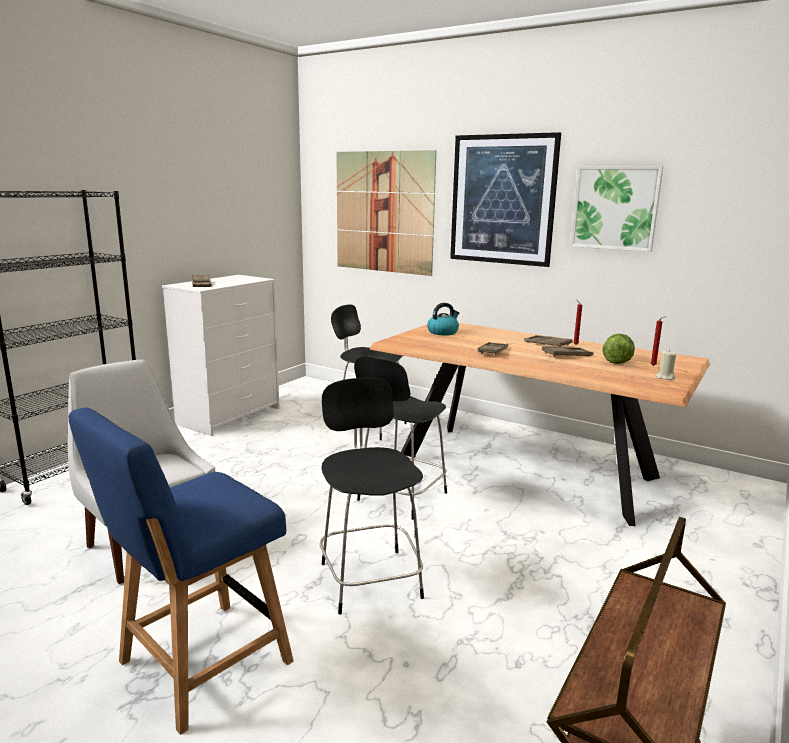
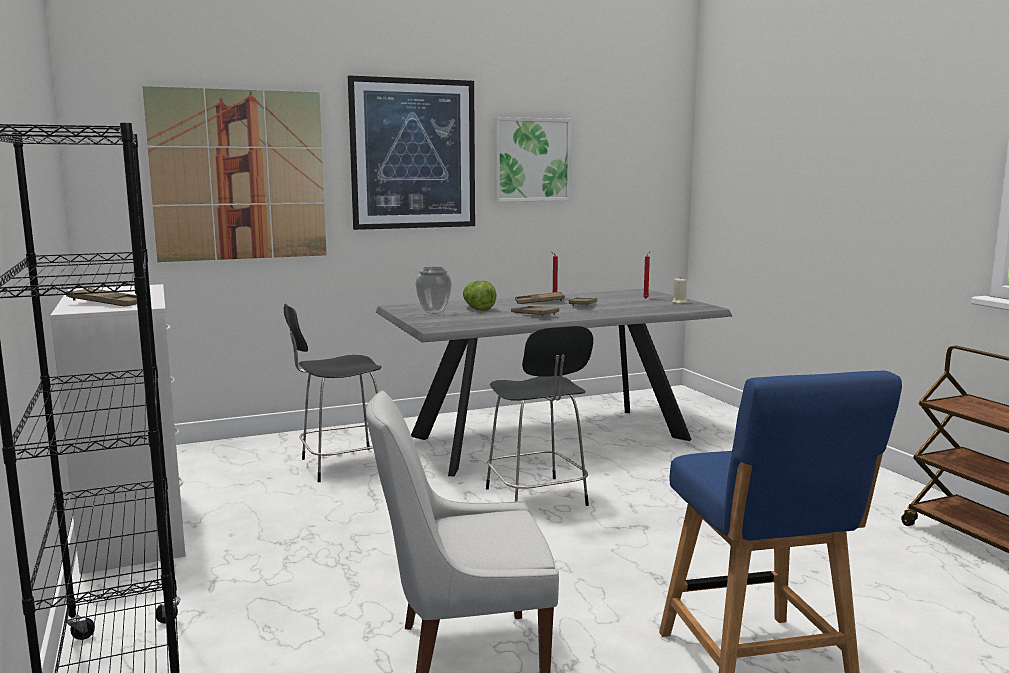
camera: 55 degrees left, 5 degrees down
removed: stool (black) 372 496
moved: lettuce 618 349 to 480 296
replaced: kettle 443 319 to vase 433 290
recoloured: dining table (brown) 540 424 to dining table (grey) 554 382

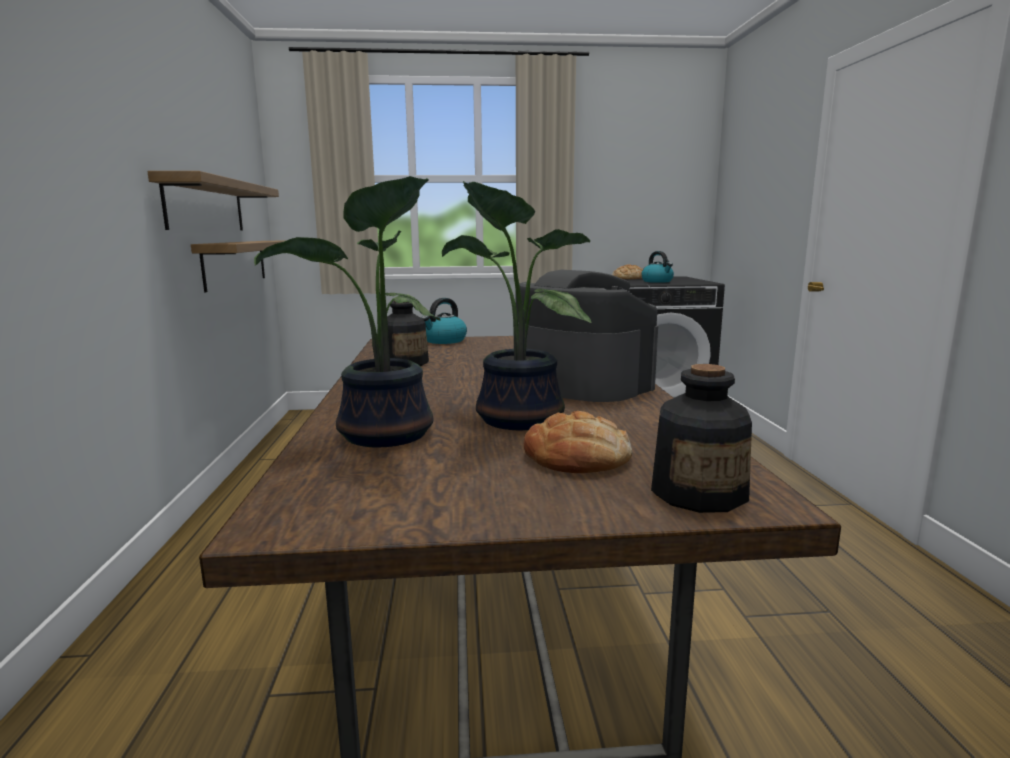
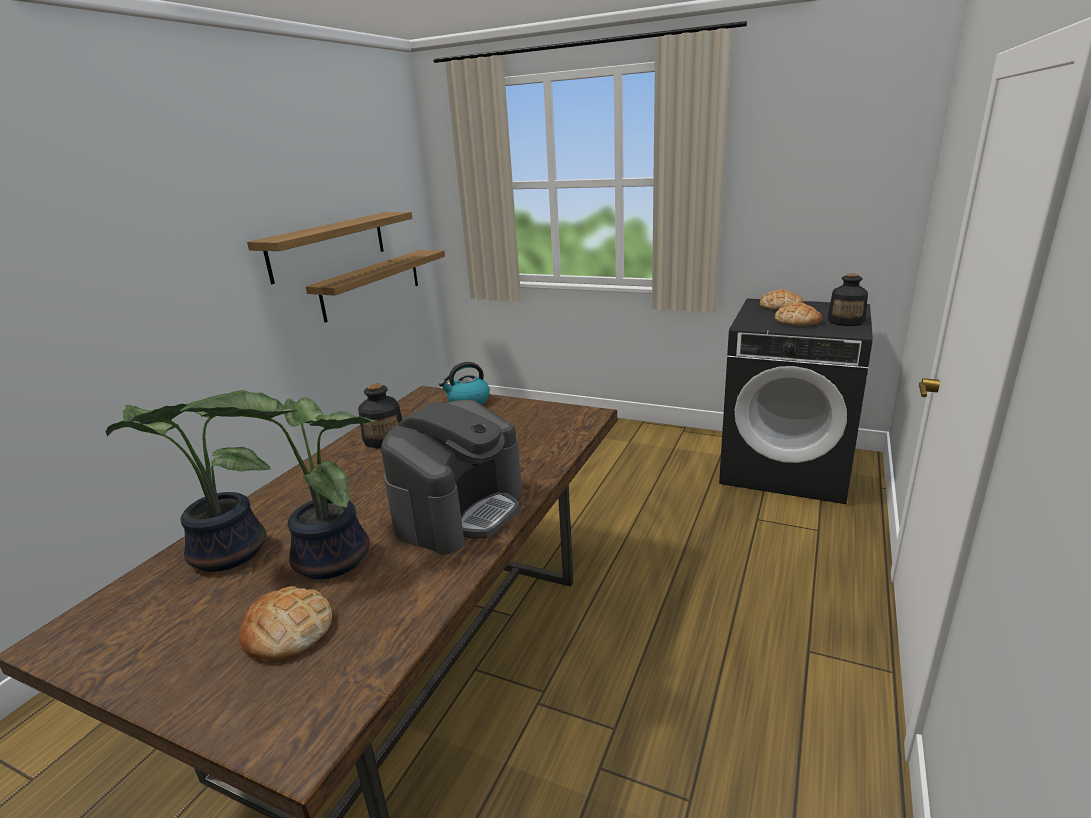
camera: 30 degrees right, 10 degrees up
moved: bottle 701 438 to 847 300
replaced: kettle 657 267 to bread 798 314
turned: coffee machine 586 336 = 451 477 45 degrees clockwise

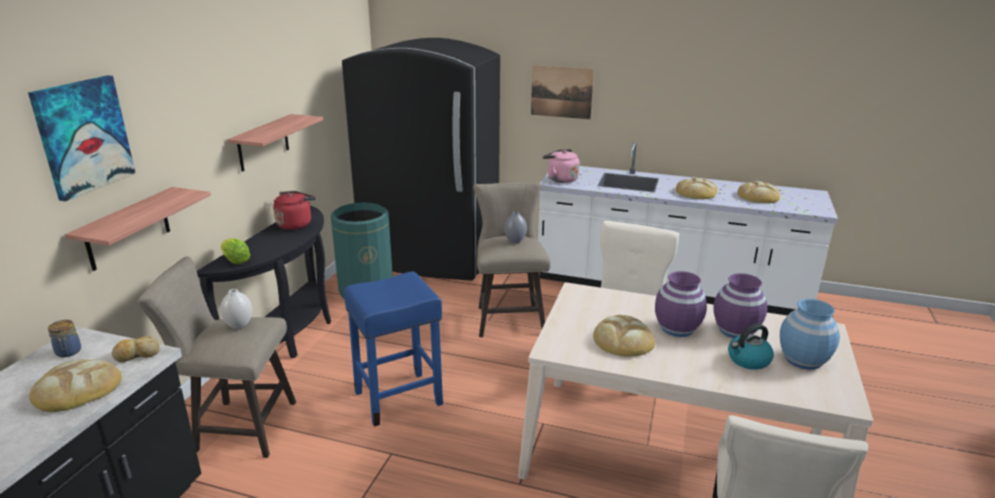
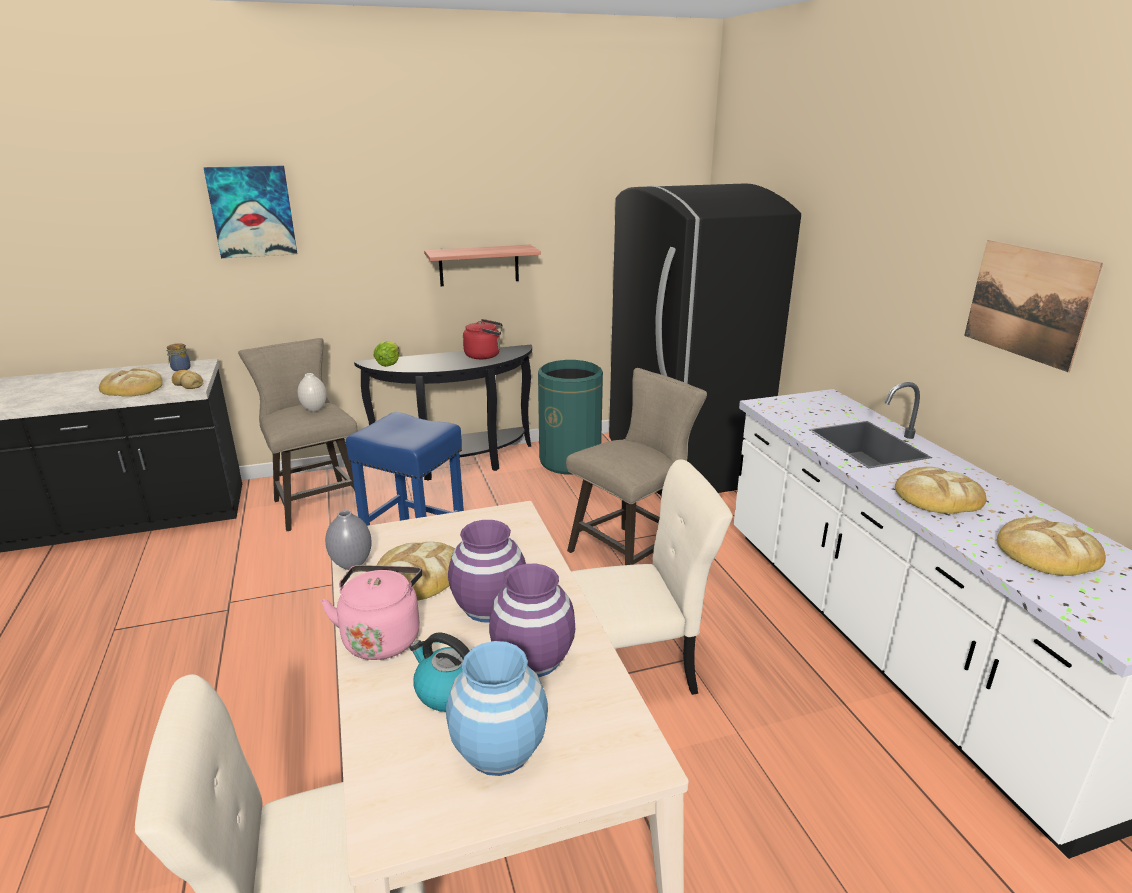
camera: 55 degrees right, 0 degrees up
removed: shelf 138 229
moved: vase (grey) 515 227 to 348 540; picture 562 92 to 1033 306; kettle (pink) 561 166 to 371 612

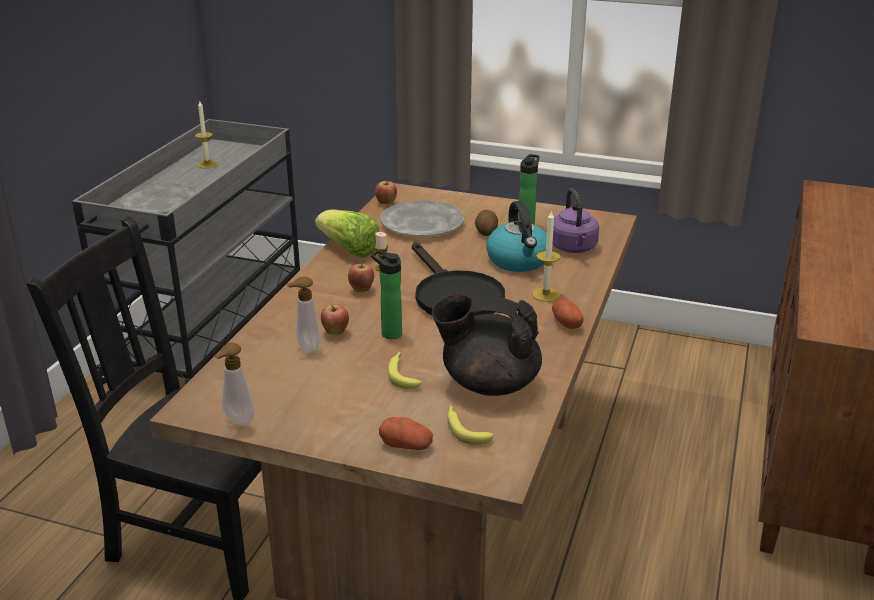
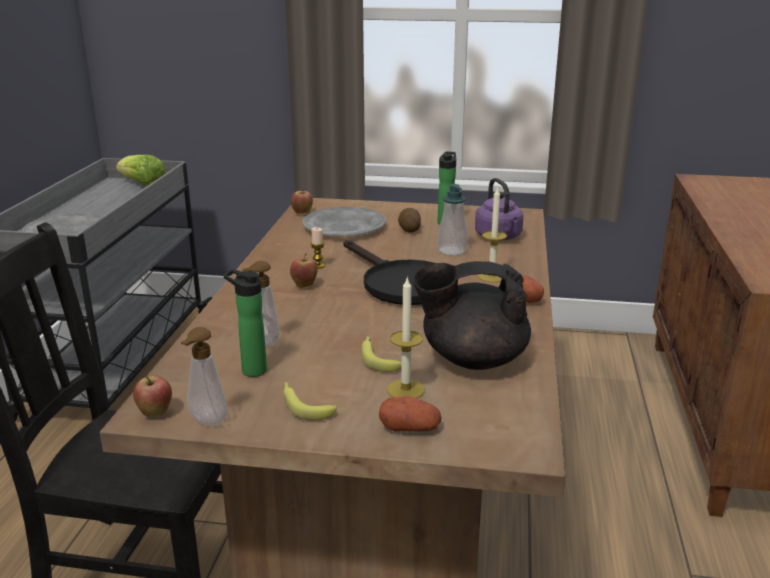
camera: 10 degrees left, 5 degrees down
moved: candle 206 135 to 406 337; lettuce 347 233 to 141 171; apple 335 320 to 152 396; bottle 386 294 to 245 323; banana 470 425 to 310 401
replaced: kettle 516 236 to soap dispenser 452 219

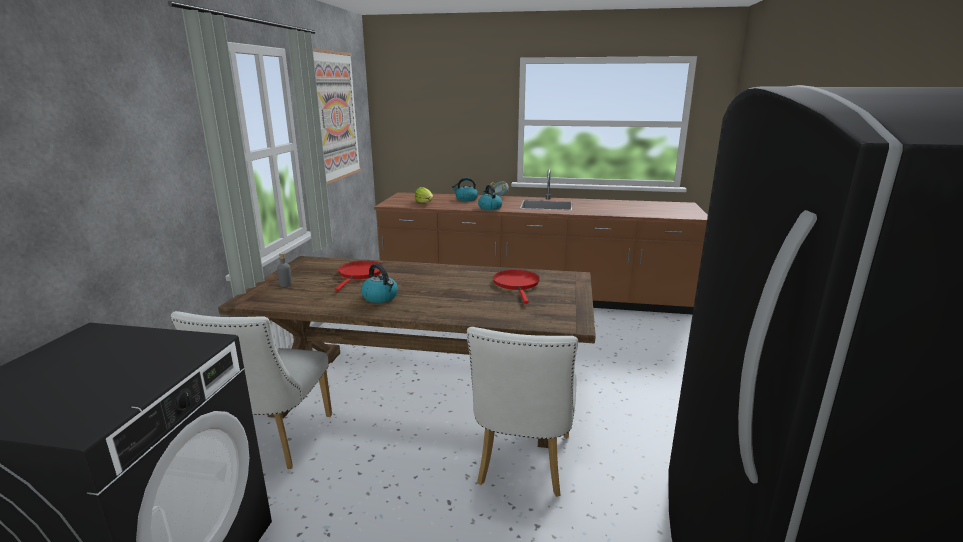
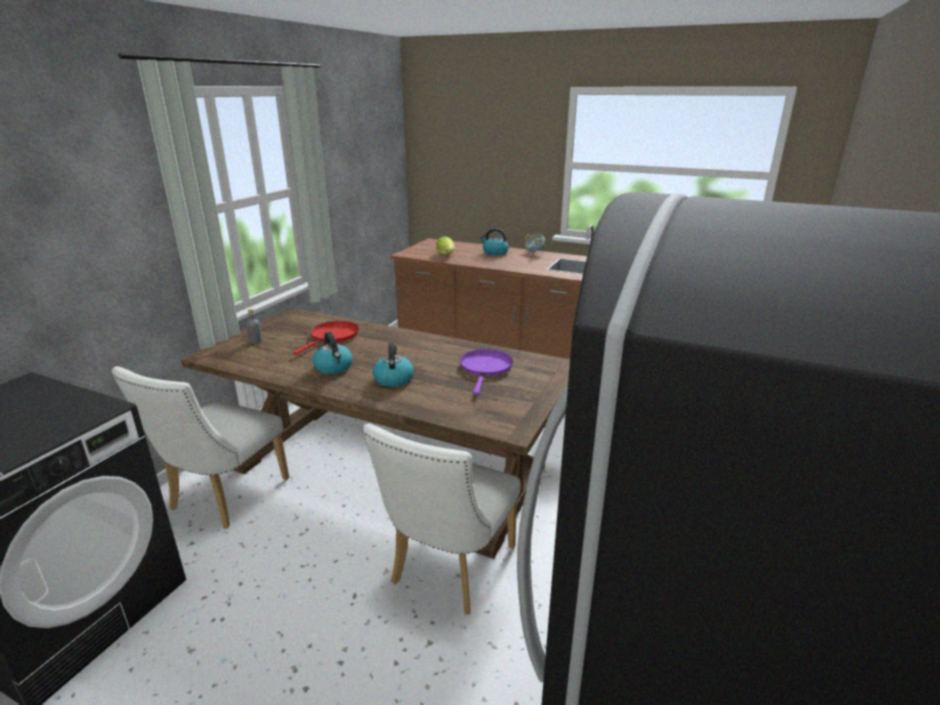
camera: 15 degrees right, 5 degrees up
removed: picture 337 116
moved: kettle 490 197 to 393 365
recoloured: frying pan (red) 516 286 to frying pan (purple) 486 372

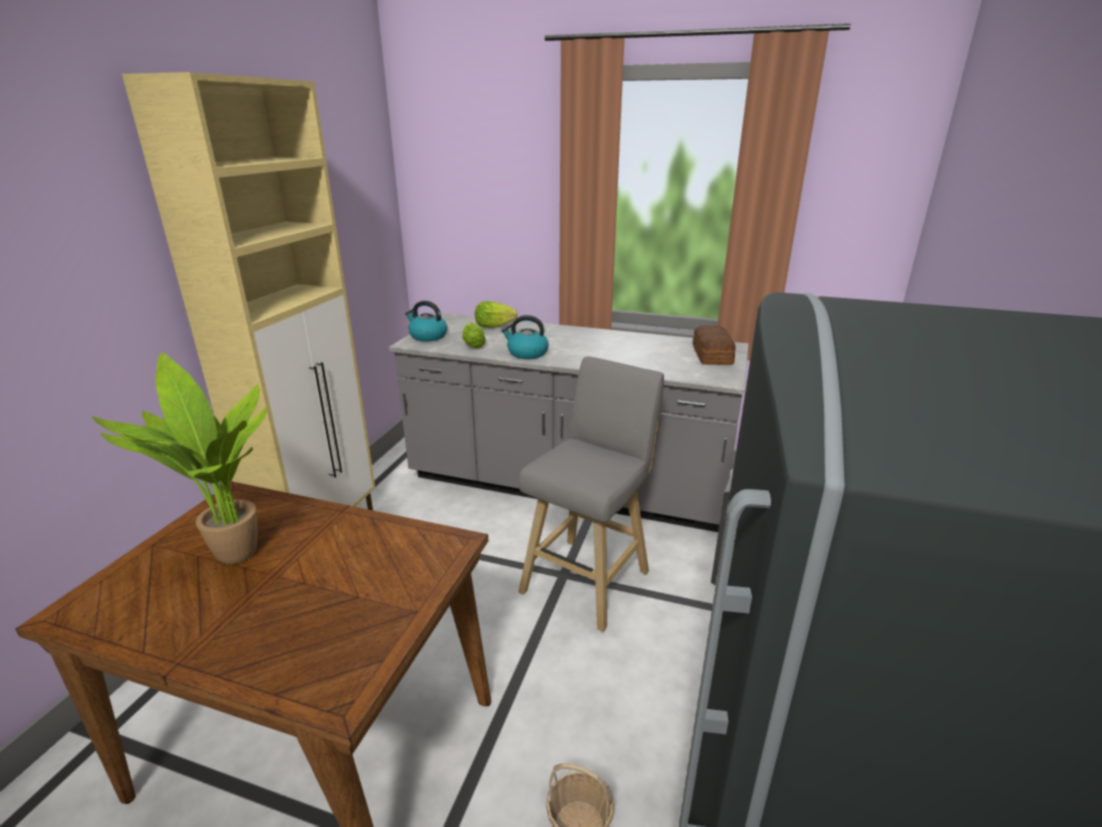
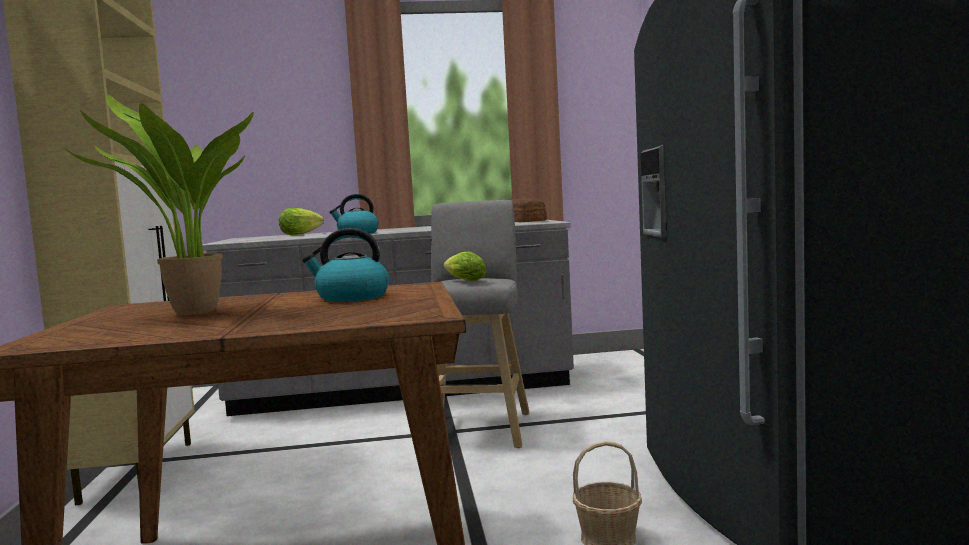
camera: 25 degrees left, 20 degrees down
moved: kettle 426 321 to 345 265; lettuce 474 335 to 464 266

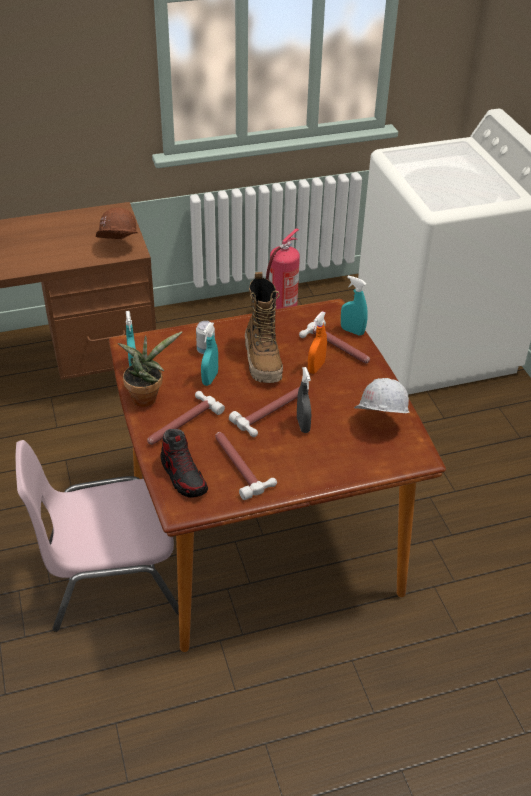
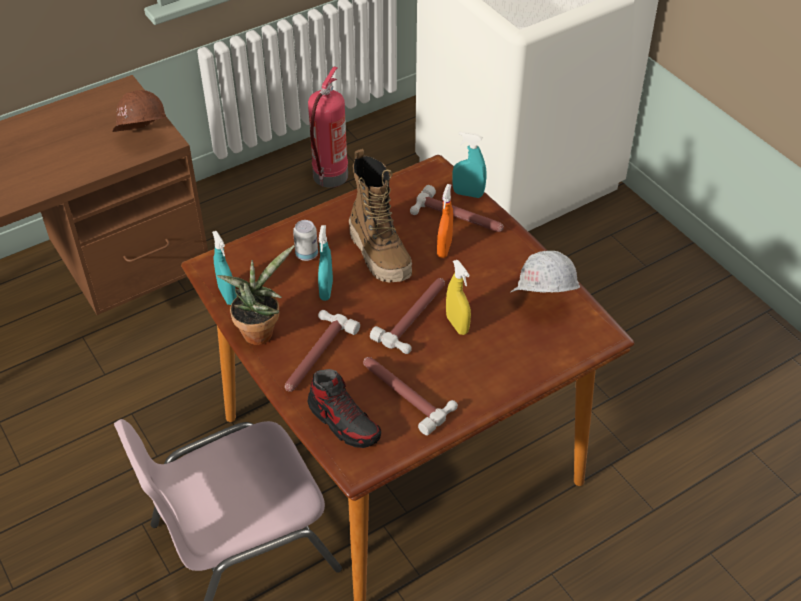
camera: 15 degrees left, 5 degrees up
recoloured: spray bottle (grey) 304 400 to spray bottle (yellow) 458 297

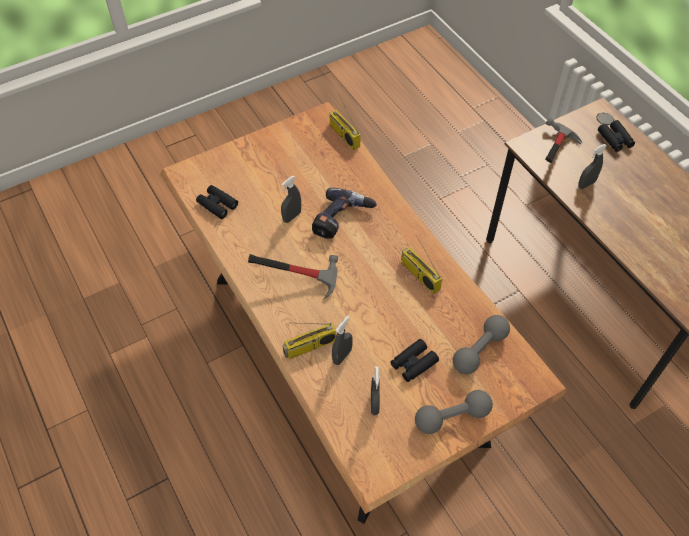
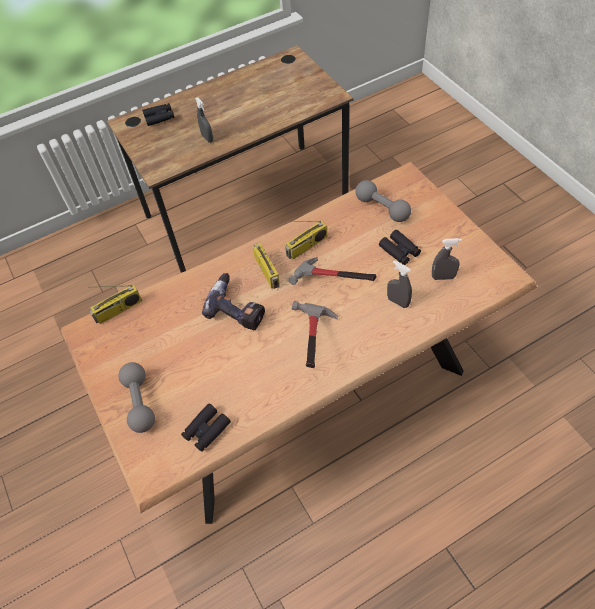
camera: 85 degrees left, 0 degrees up
removed: spray bottle (grey) 291 199
moved: radio 309 341 to 266 266; dumbbell (grey) 454 412 to 137 397; hammer 563 140 to 332 271

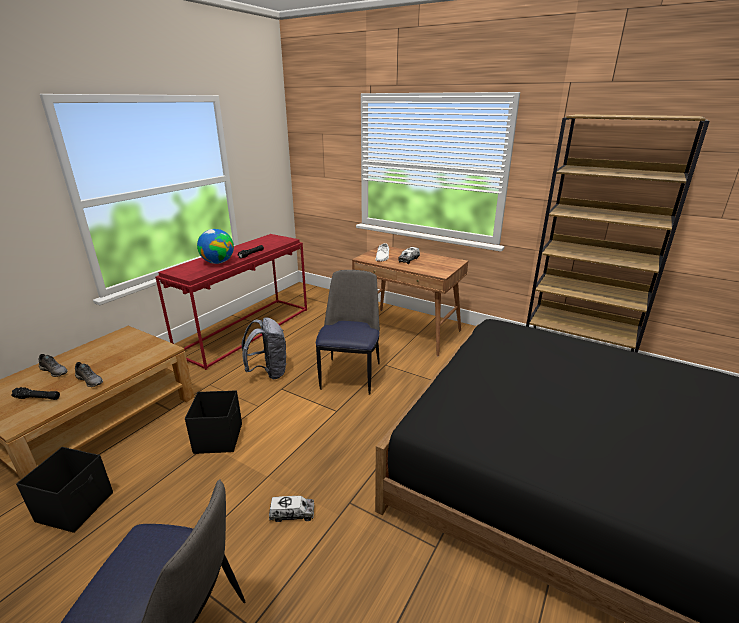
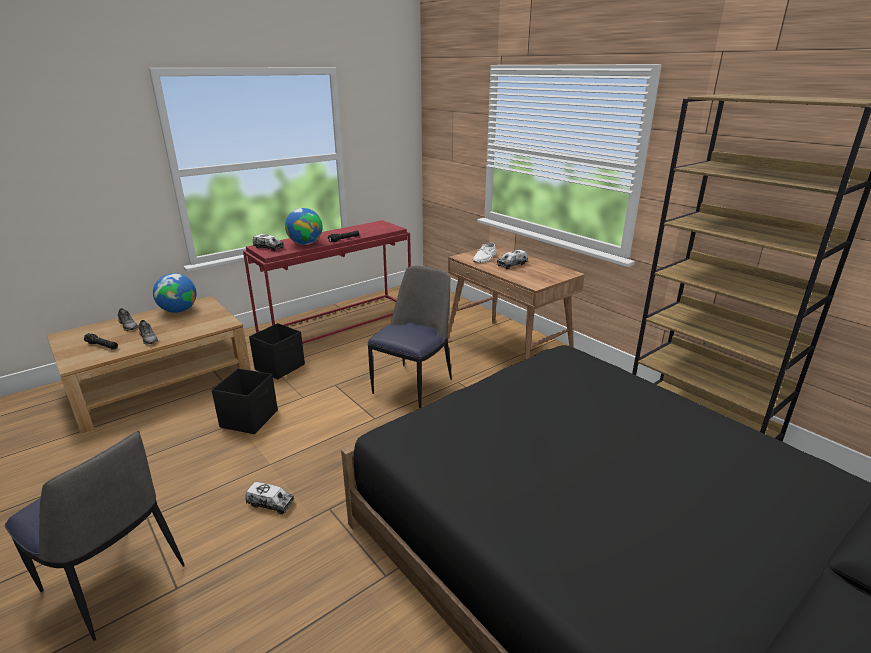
camera: 20 degrees right, 0 degrees up
removed: backpack (grey) 263 348
added: globe 175 293; toy truck 268 242
moved: storage box (black) 64 490 to 277 351

